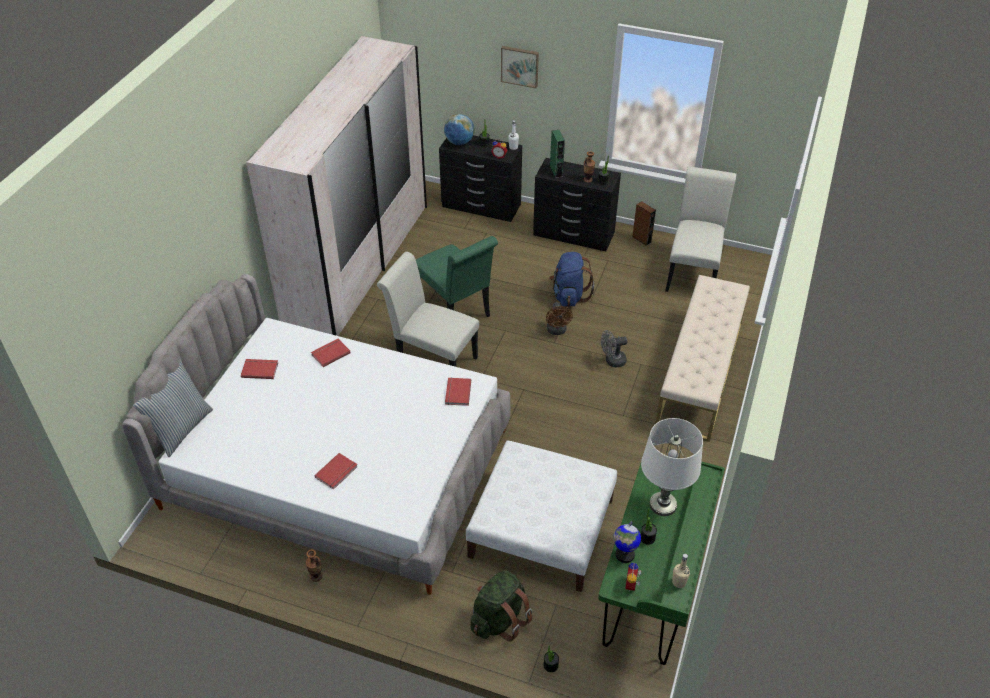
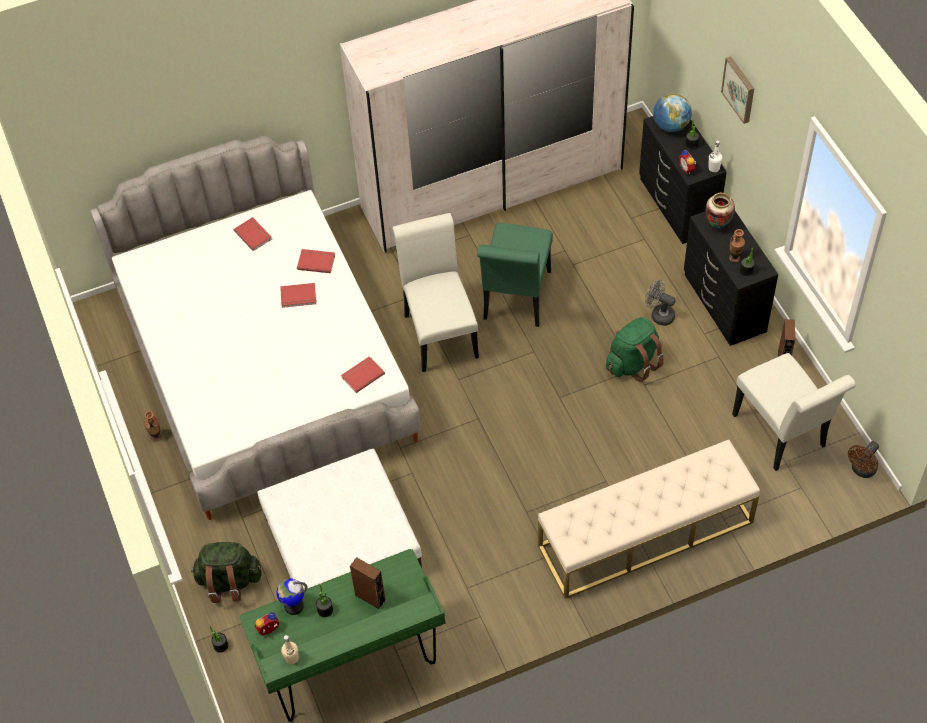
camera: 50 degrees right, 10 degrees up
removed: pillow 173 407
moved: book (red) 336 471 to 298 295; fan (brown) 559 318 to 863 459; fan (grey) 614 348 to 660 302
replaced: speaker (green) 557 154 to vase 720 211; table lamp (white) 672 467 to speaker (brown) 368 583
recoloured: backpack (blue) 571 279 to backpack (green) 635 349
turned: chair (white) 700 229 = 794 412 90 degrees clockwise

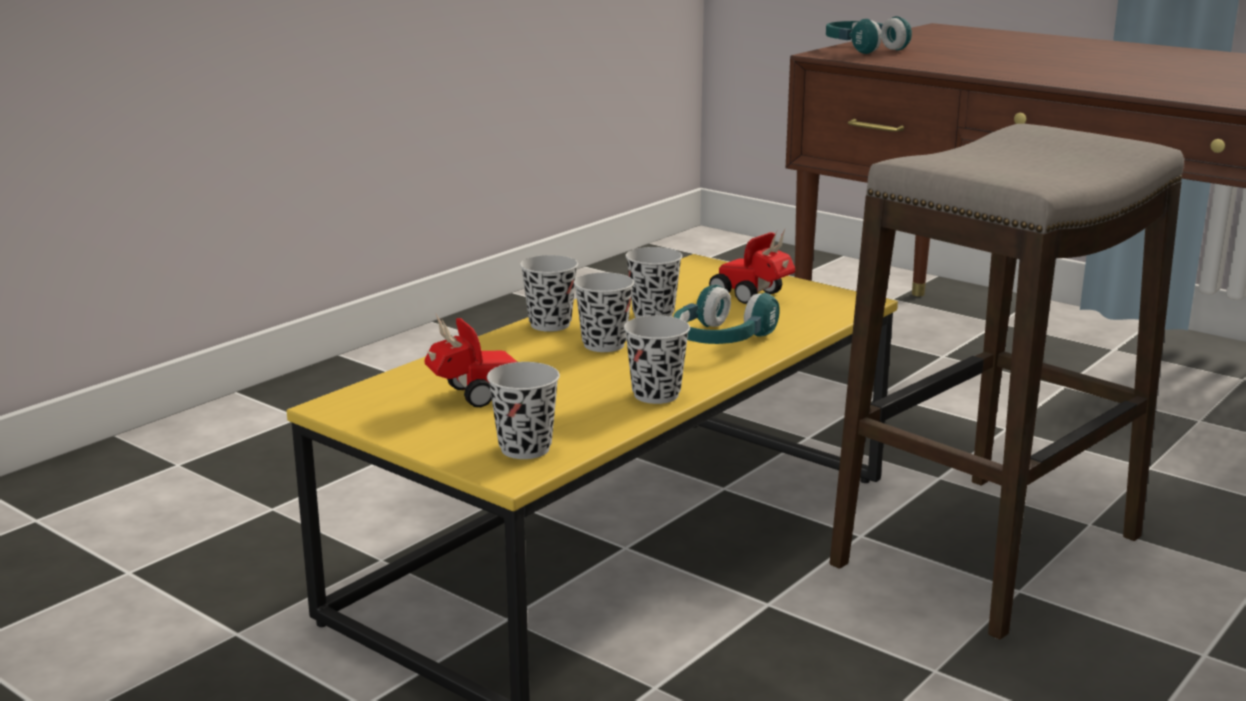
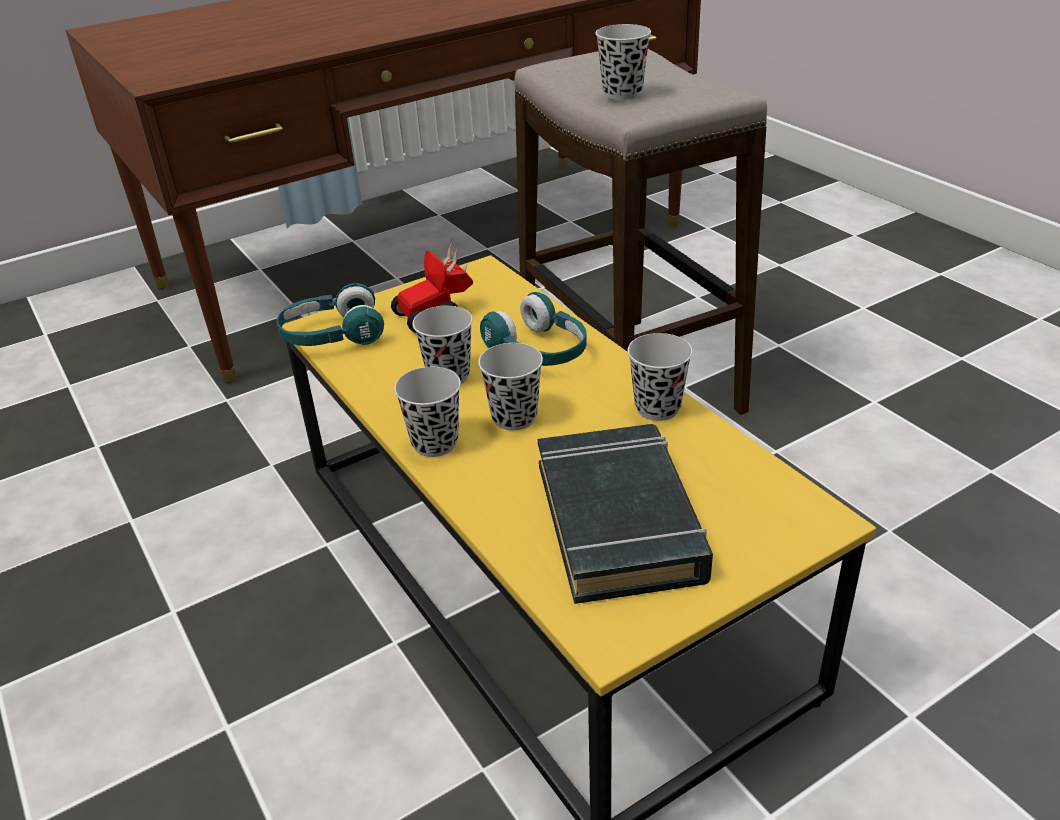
camera: 70 degrees left, 15 degrees up
moved: cup (black) 523 410 to 623 62; headphones (turquoise) 869 35 to 330 314
replaced: toy car 470 360 to book (black) 625 514

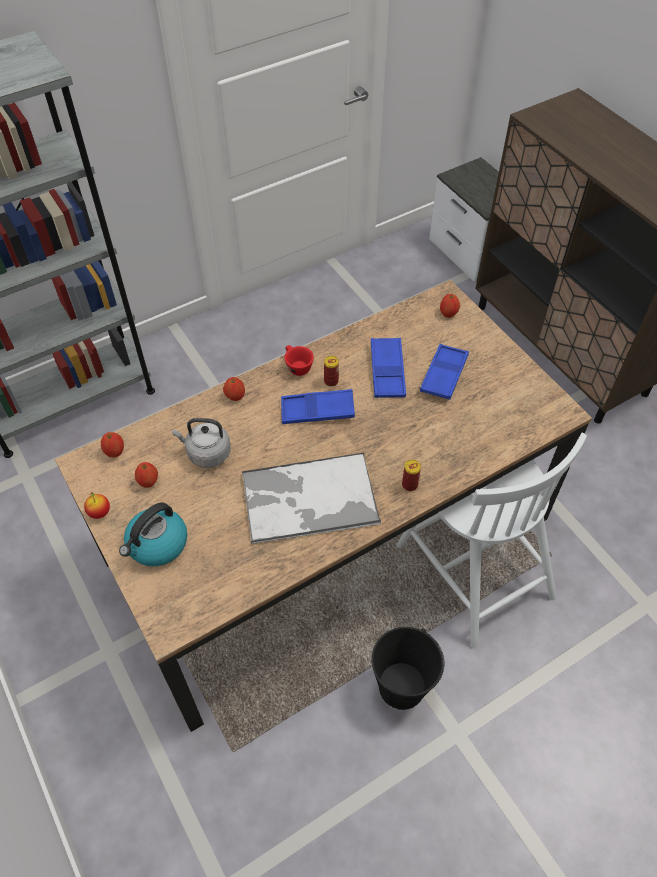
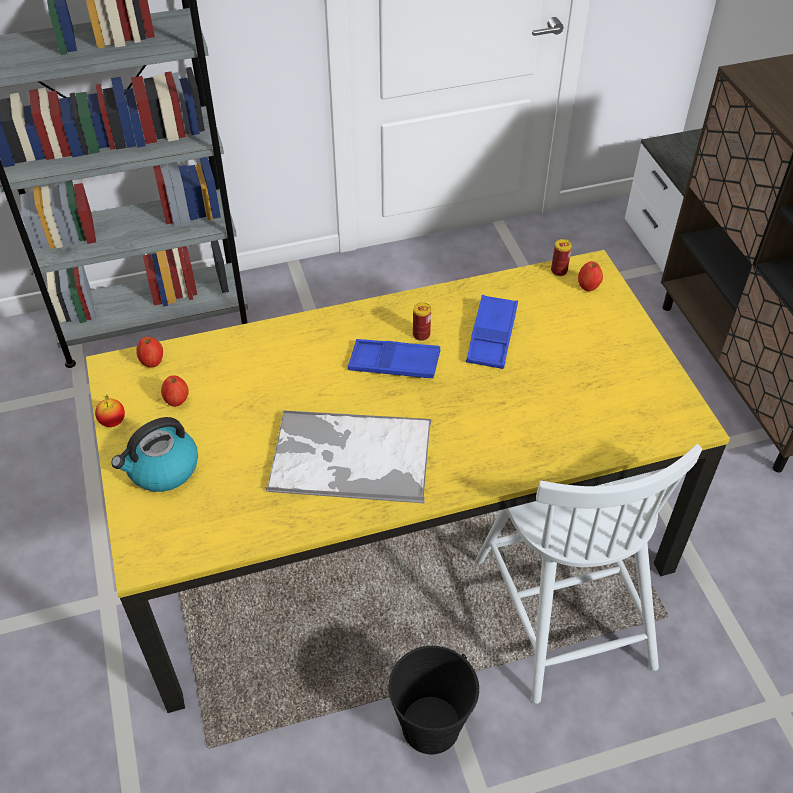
camera: 15 degrees right, 5 degrees down
removed: kettle (grey) 201 443; apple 234 389; cup (red) 299 360; tray (blue) 444 372
moved: can 411 475 to 561 257
recoloured: dining table (brown) 323 506 to dining table (yellow) 408 481

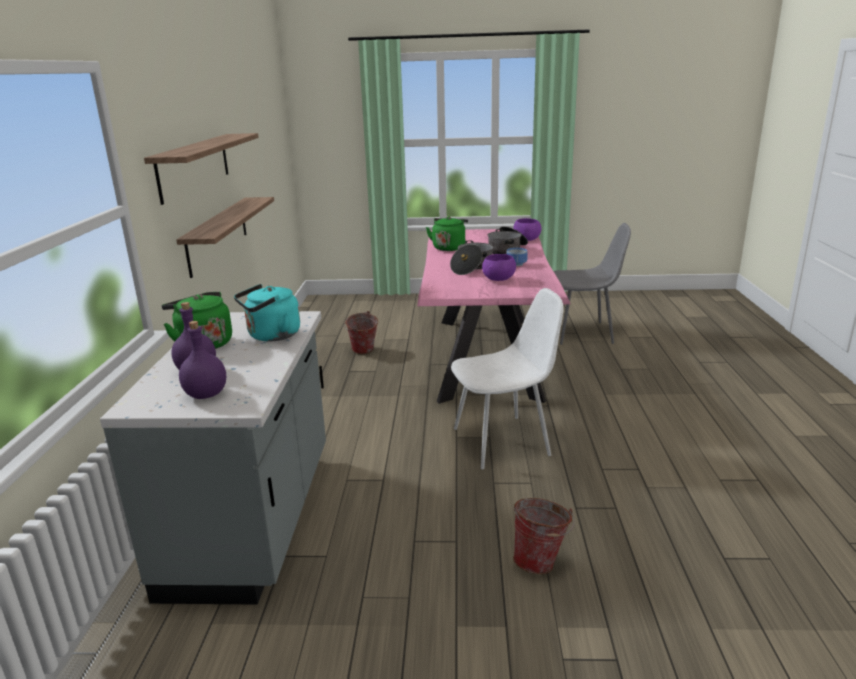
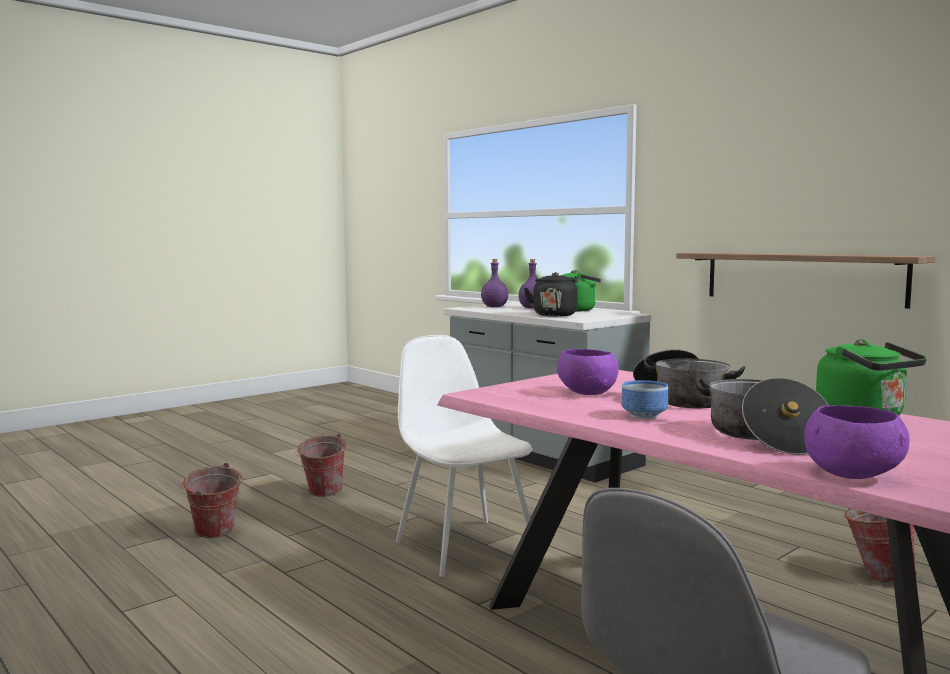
camera: 135 degrees right, 15 degrees down
removed: shelf 201 169
added: bucket 211 500
recoloured: kettle (turquoise) 267 313 to kettle (black) 551 294
turned: chair (white) 507 378 = 464 456 120 degrees clockwise

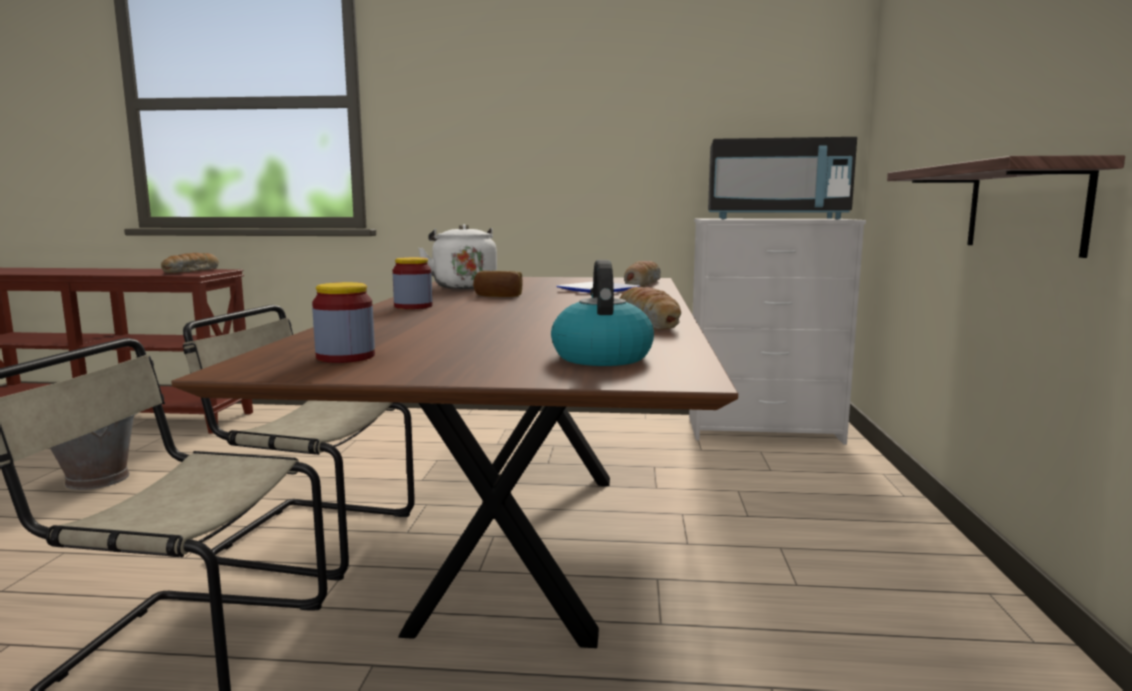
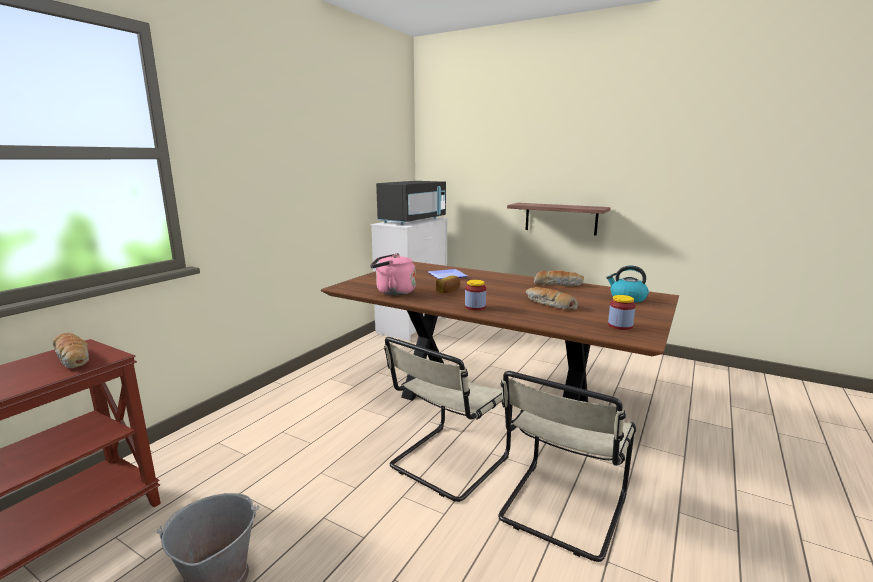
camera: 65 degrees left, 5 degrees up
moved: bread 642 274 to 552 298
recoloured: kettle (white) 457 256 to kettle (pink) 393 274

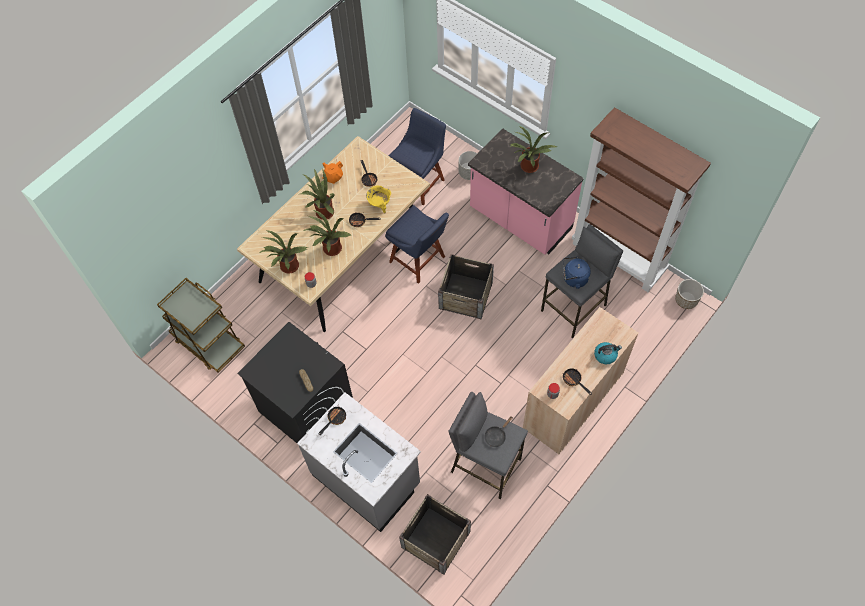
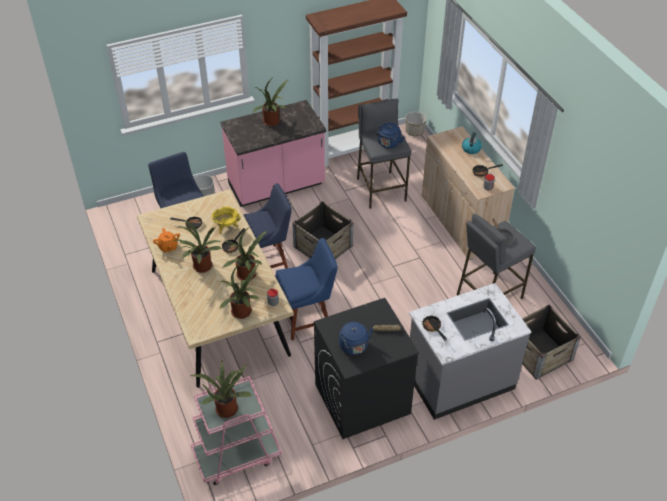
camera: 65 degrees left, 15 degrees down
added: potted plant 220 389; chair (blue) 306 289; kettle (blue) 356 338
recoloured: cart (brown) 201 325 to cart (pink) 236 430

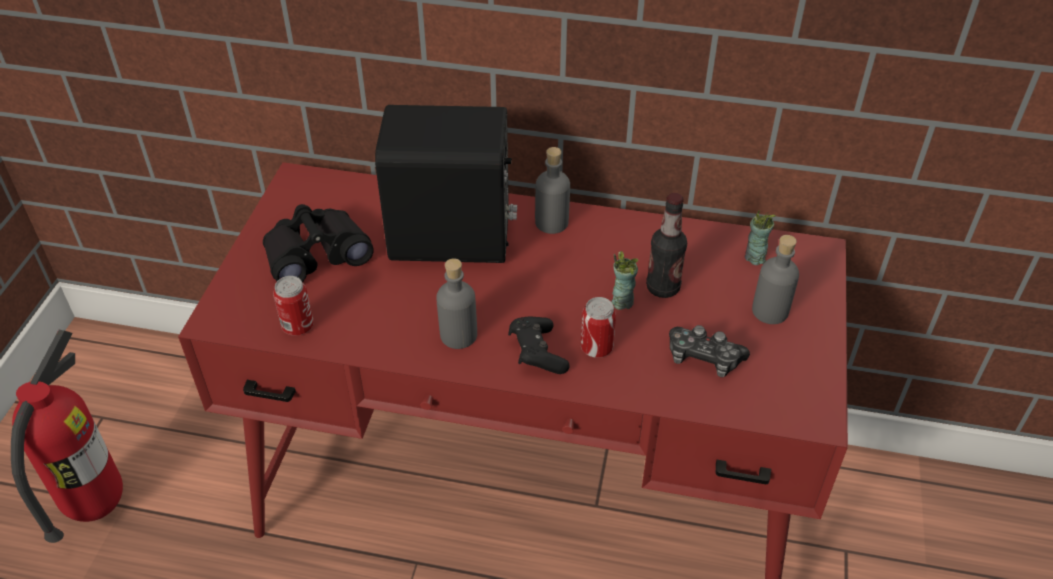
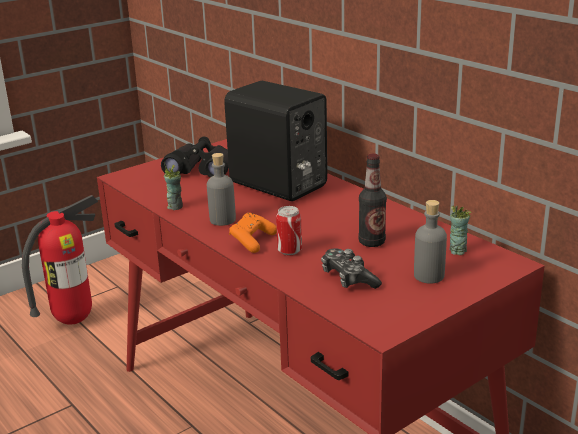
camera: 40 degrees right, 20 degrees down
removed: can 293 306; bottle (grey) 552 190
moved: cup 625 280 to 173 186
recoloured: game controller (black) 539 345 to game controller (orange) 253 233

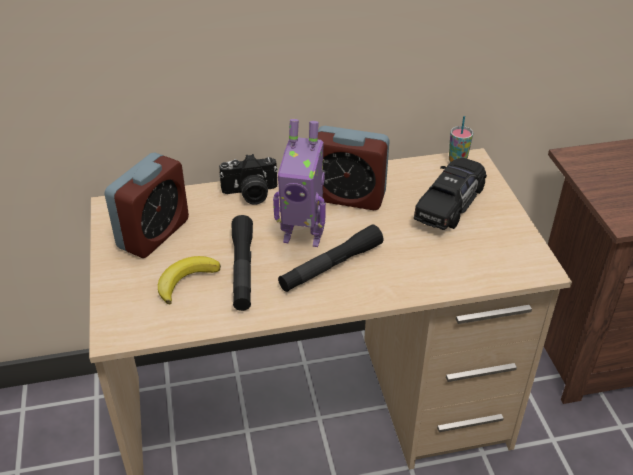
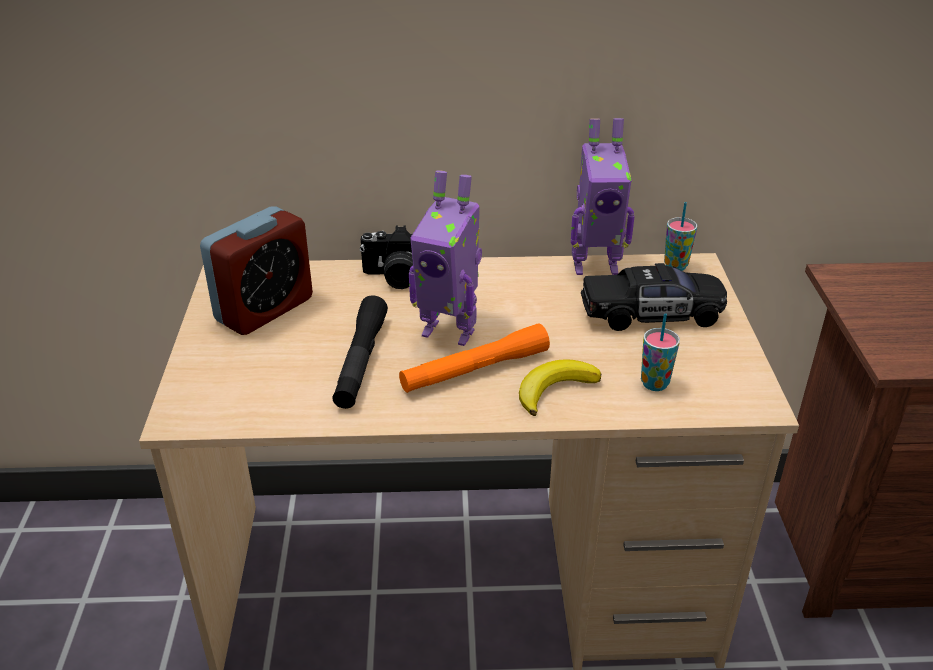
camera: 10 degrees right, 5 degrees down
removed: alarm clock 354 168
added: toy robot 603 196; cup 660 352
moved: banana 189 280 to 560 387
recoloured: flashlight (black) 330 258 to flashlight (orange) 474 358
turned: toy car (black) 450 194 = 654 297 45 degrees clockwise

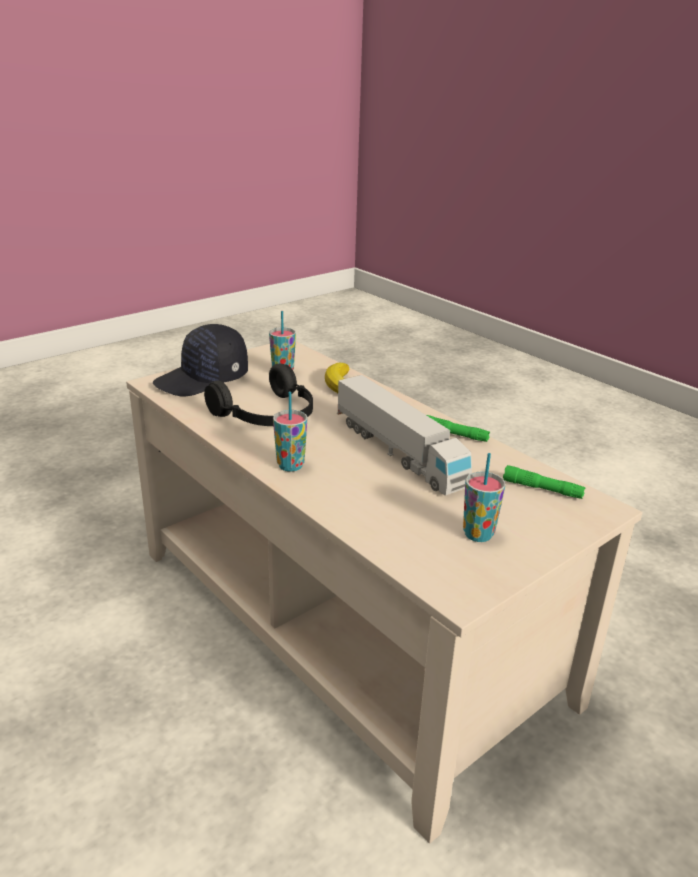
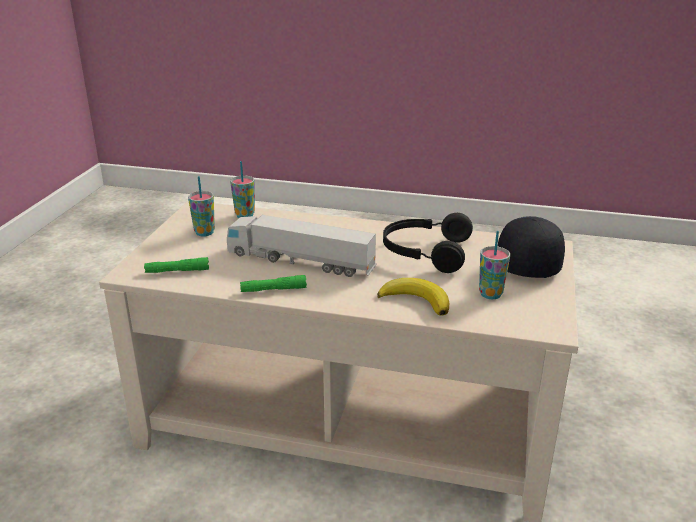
camera: 145 degrees right, 0 degrees up
moved: cup 290 431 to 242 189

